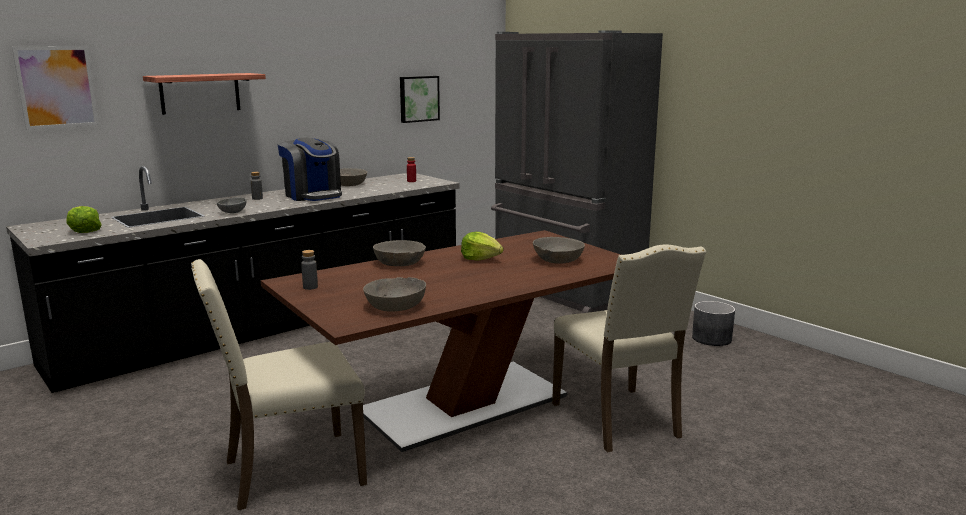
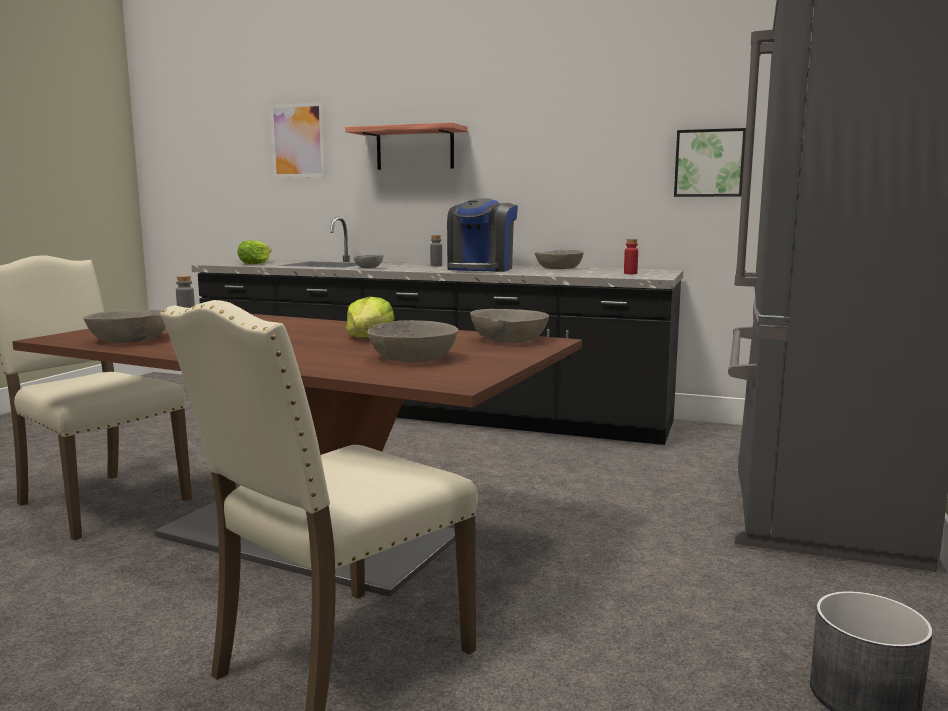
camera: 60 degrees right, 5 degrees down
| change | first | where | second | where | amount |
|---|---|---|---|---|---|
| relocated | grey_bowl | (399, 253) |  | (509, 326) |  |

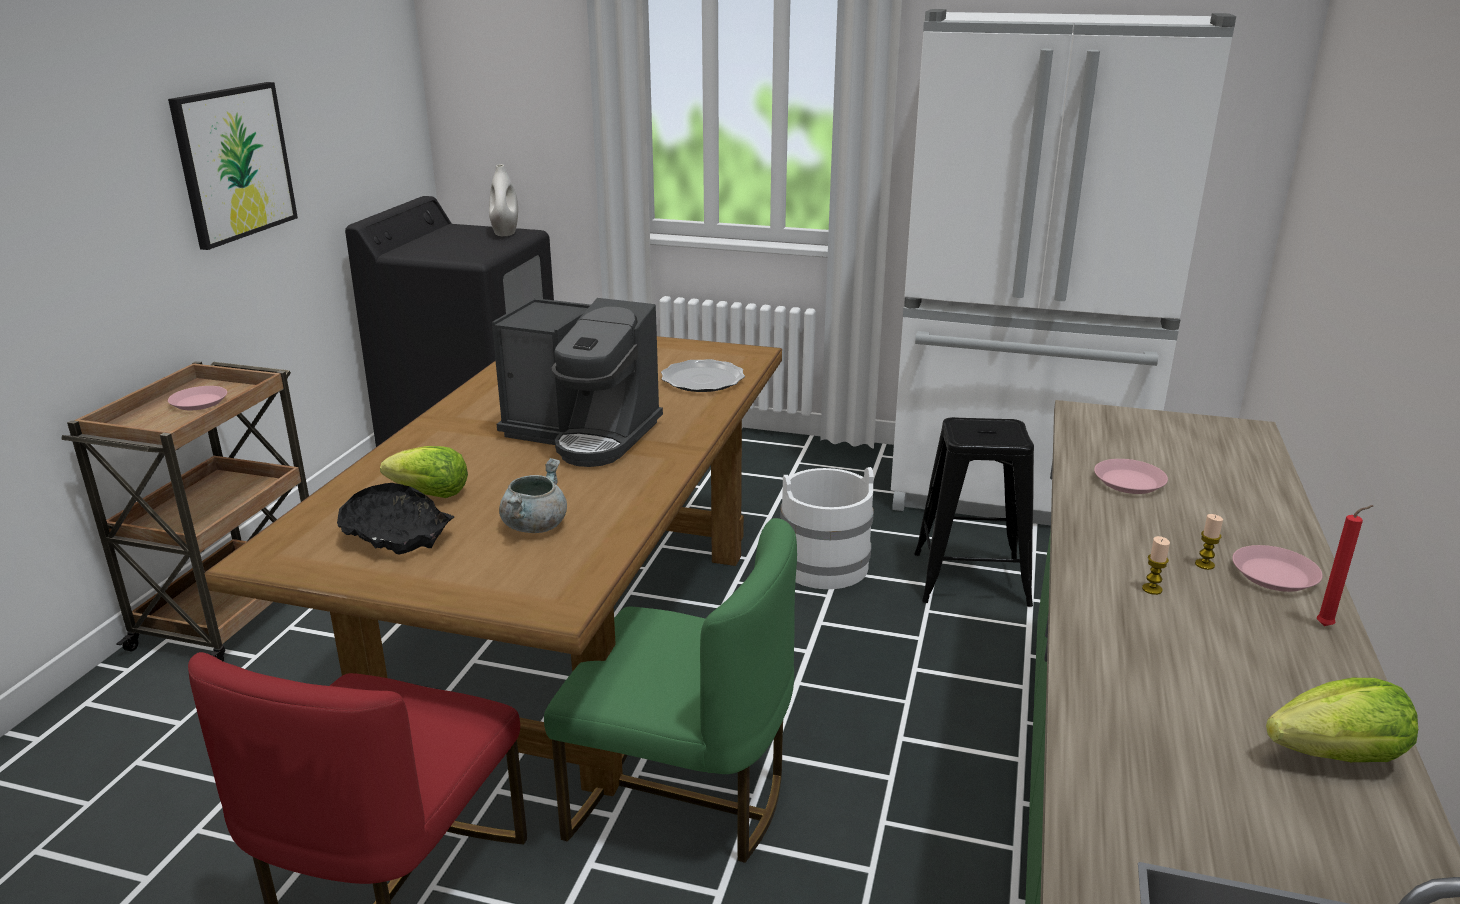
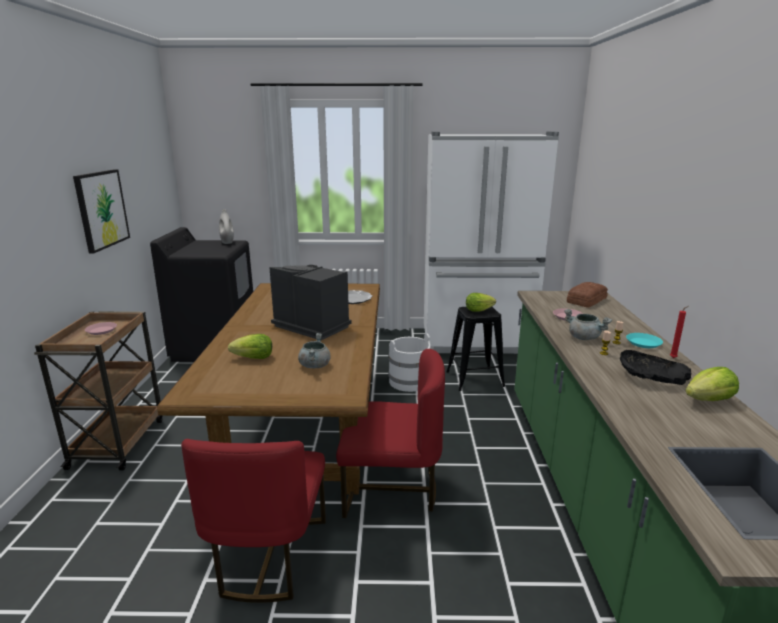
camera: 15 degrees left, 5 degrees down
| change | first | where | second | where | amount |
|---|---|---|---|---|---|
| spun | coffee_machine | (577, 382) |  | (311, 302) | 150 degrees counterclockwise |
| relocated | black_bowl | (395, 518) |  | (655, 367) |  |
| colour | green_chair | (670, 690) | red_chair | (390, 433) |  |
| colour | pink_plate | (1277, 568) | turquoise_plate | (644, 340) |  |
| appeared |  |  | bread | (587, 295) |  |
| appeared |  |  | lettuce | (481, 302) |  |
| appeared |  |  | grey_cooking_pot | (588, 324) |  |

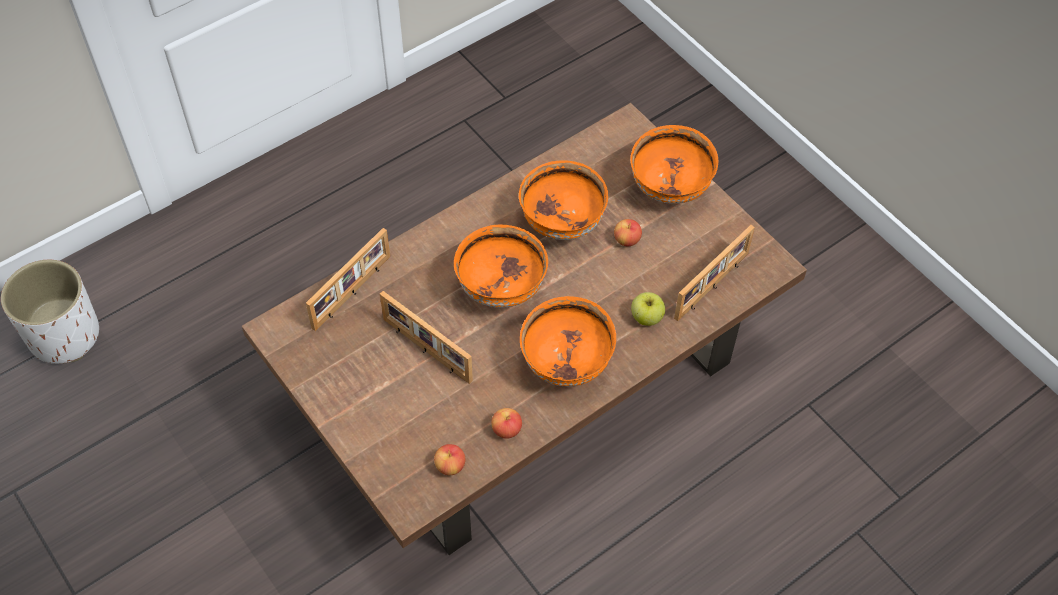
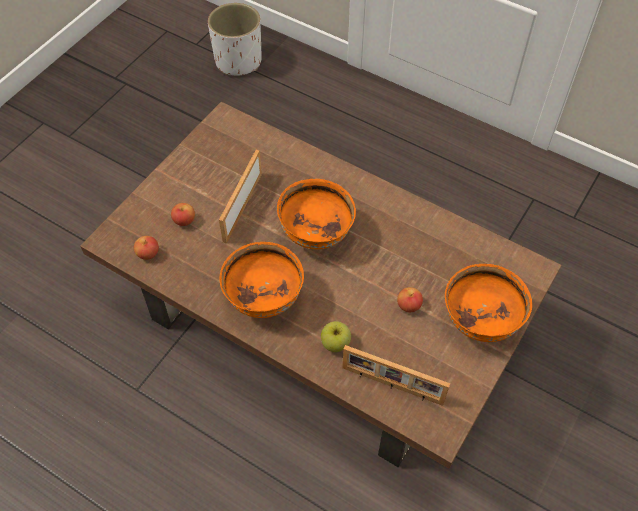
camera: 70 degrees right, 0 degrees up
| change | first | where | second | where | amount |
|---|---|---|---|---|---|
| missing | orange_bowl | (563, 200) |  |  |  |
| missing | picture_frame | (348, 279) |  |  |  |
| relocated | apple | (506, 423) |  | (183, 214) |  |

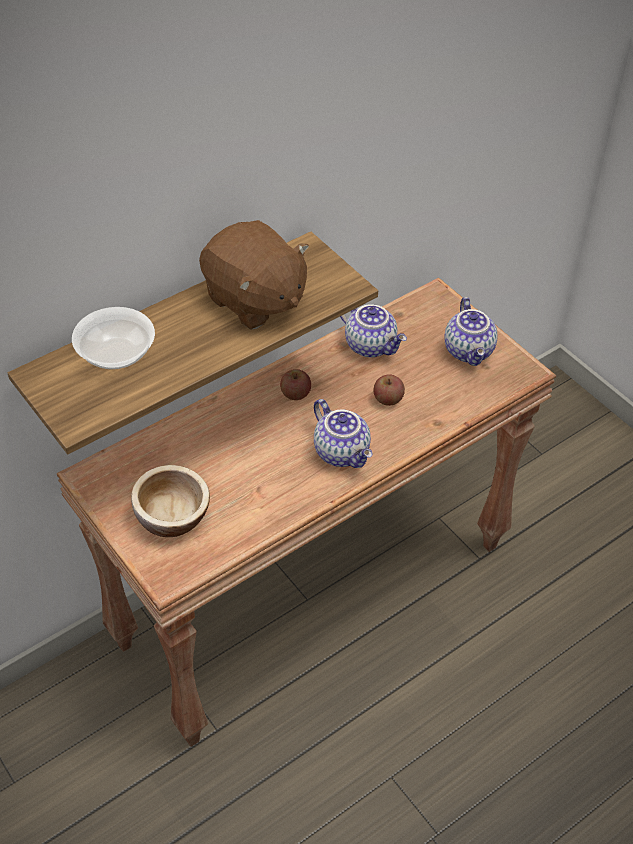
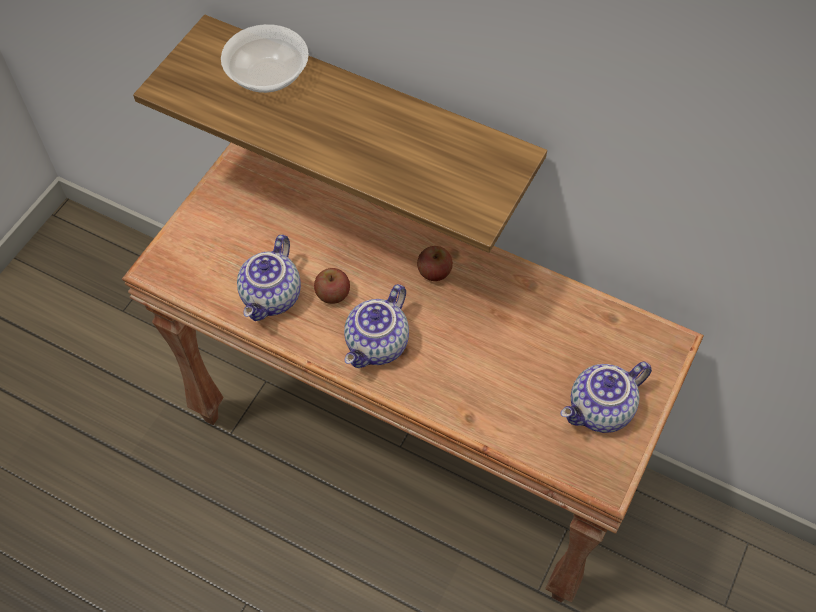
camera: 65 degrees right, 10 degrees up
| change | first | where | second | where | amount |
|---|---|---|---|---|---|
| missing | brown_plush_toy | (254, 275) |  |  |  |
| relocated | teapot | (373, 331) |  | (269, 278) |  |
| relocated | apple | (389, 390) |  | (332, 286) |  |
| missing | bowl | (170, 501) |  |  |  |

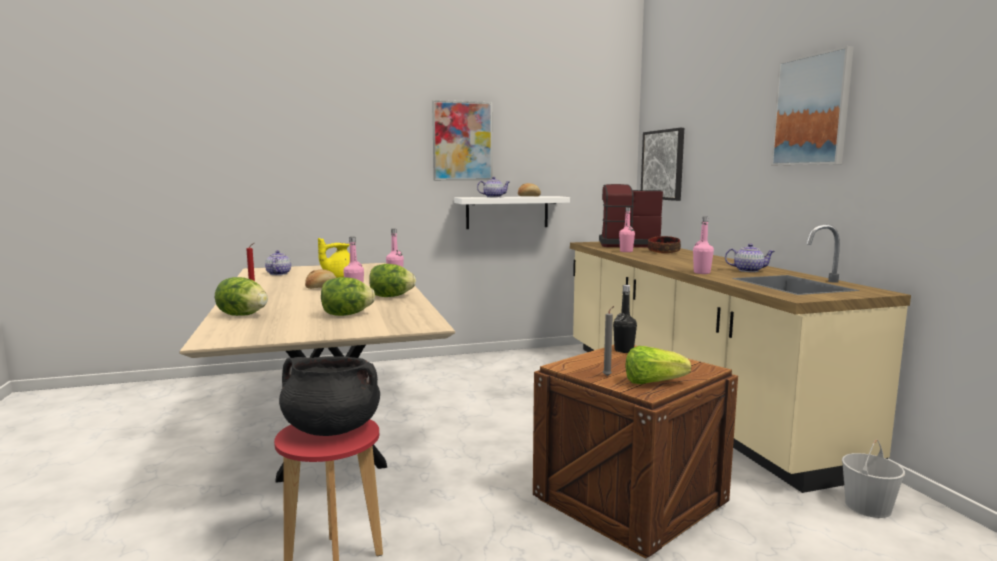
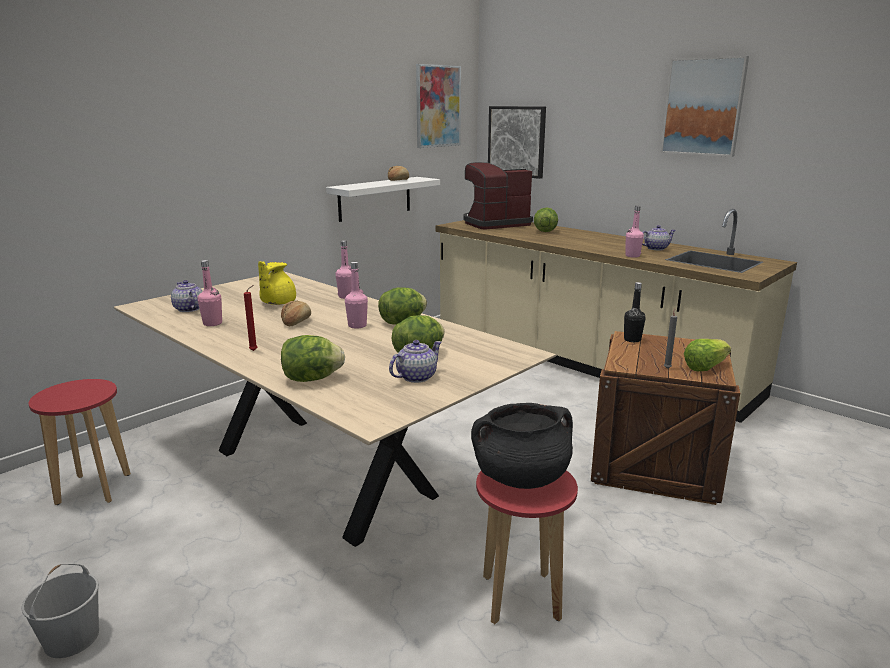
camera: 30 degrees left, 10 degrees up
| change | first | where | second | where | amount |
|---|---|---|---|---|---|
| relocated | picture | (462, 140) |  | (438, 106) |  |
| relocated | teapot | (493, 187) |  | (415, 361) |  |
| relocated | pink_bottle | (627, 229) |  | (209, 293) |  |
| exchanged | bowl | (664, 245) | lettuce | (546, 220) |  |
| relocated | white_bucket | (873, 478) |  | (60, 611) |  |
| appeared |  |  | red_stool | (80, 442) |  |

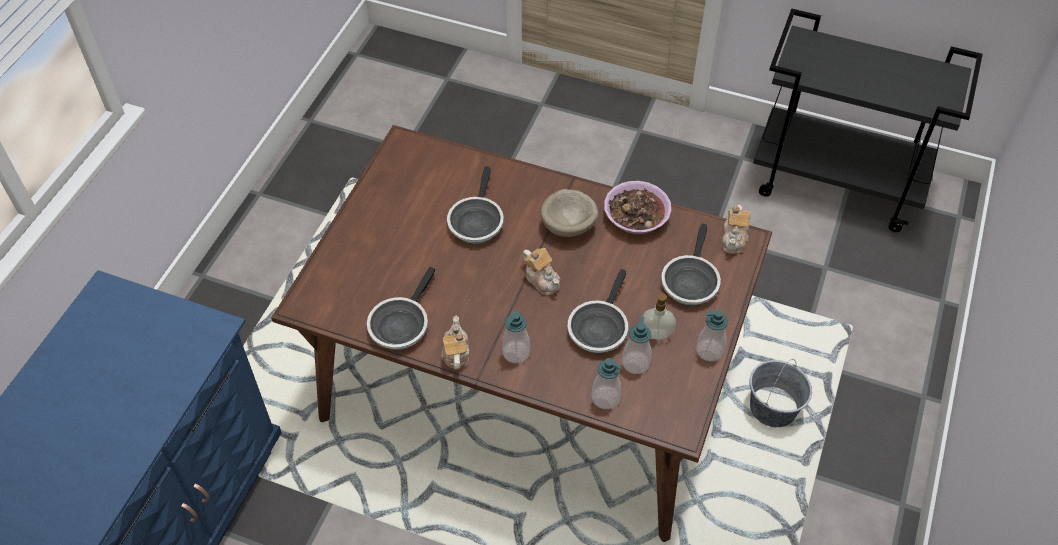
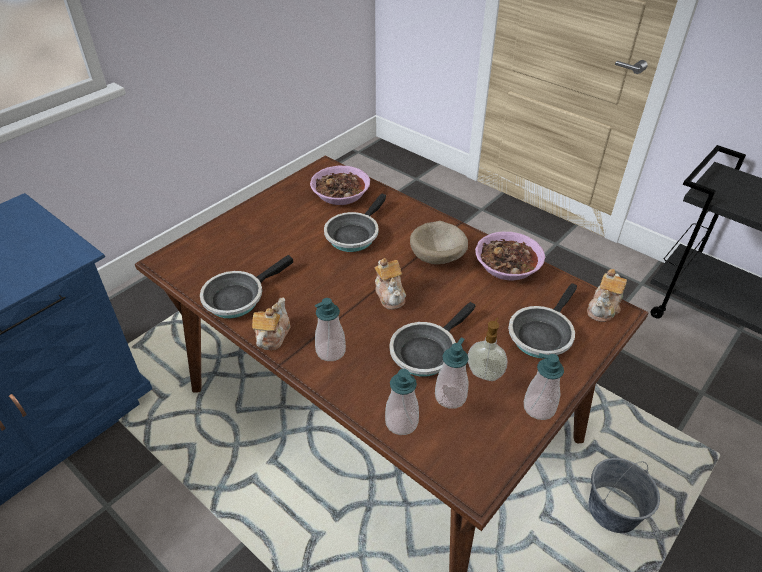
camera: 20 degrees right, 10 degrees down
| change | first | where | second | where | amount |
|---|---|---|---|---|---|
| appeared |  |  | bowl | (340, 185) |  |

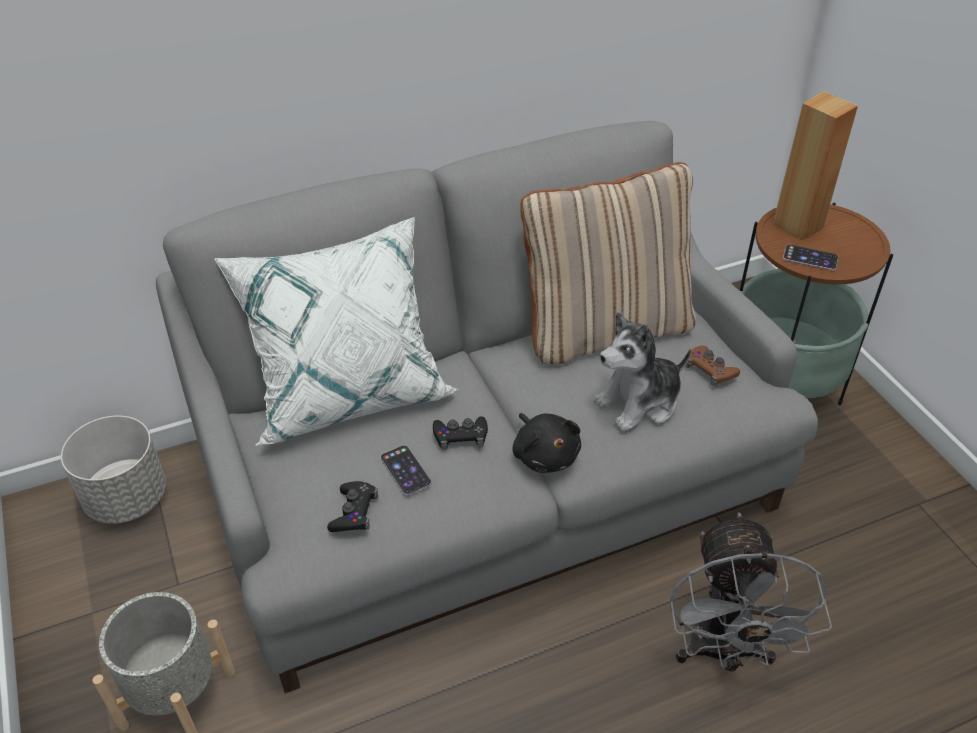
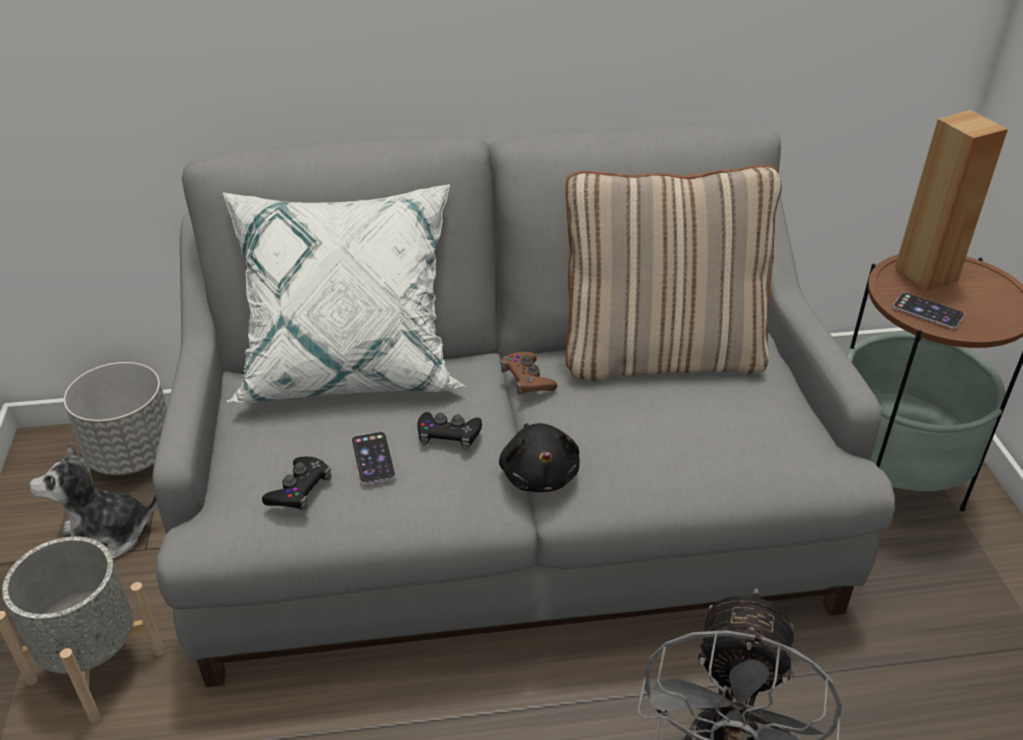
camera: 15 degrees right, 5 degrees down
| change | first | where | second | where | amount |
|---|---|---|---|---|---|
| relocated | plush_toy | (642, 372) |  | (93, 500) |  |
| relocated | brown_game_controller | (712, 366) |  | (529, 373) |  |

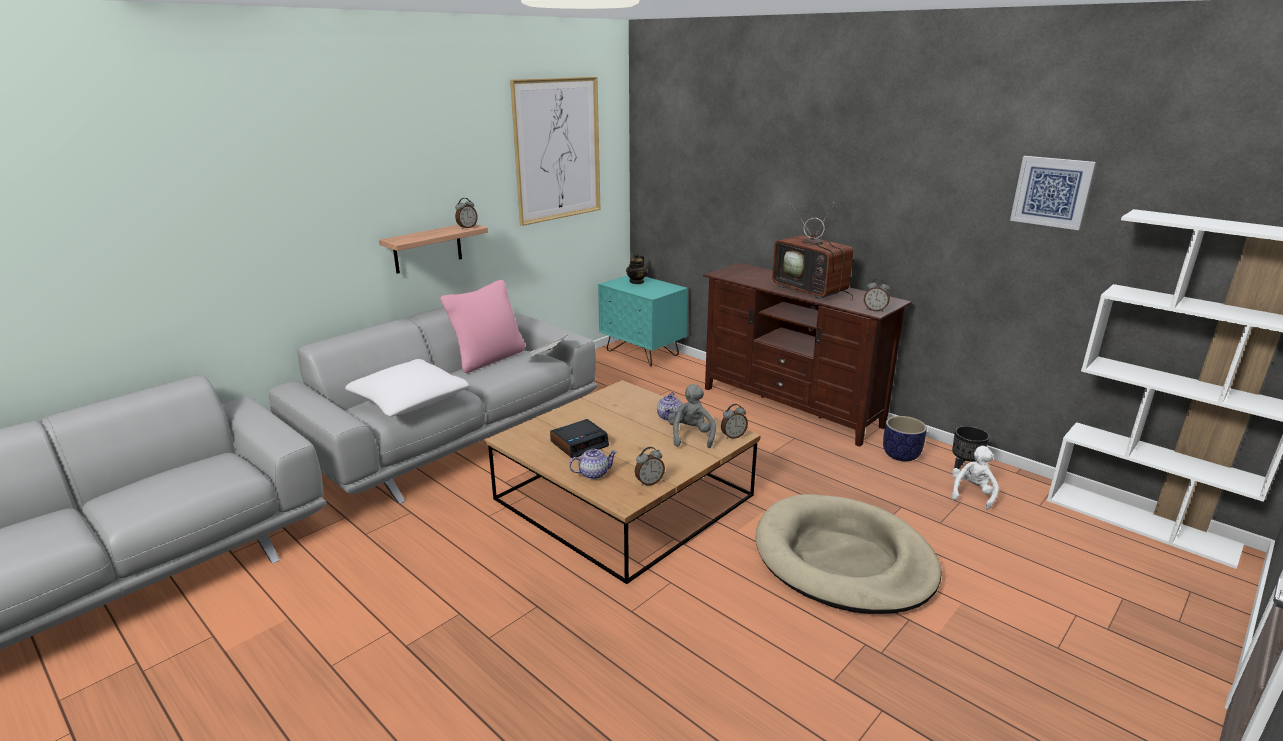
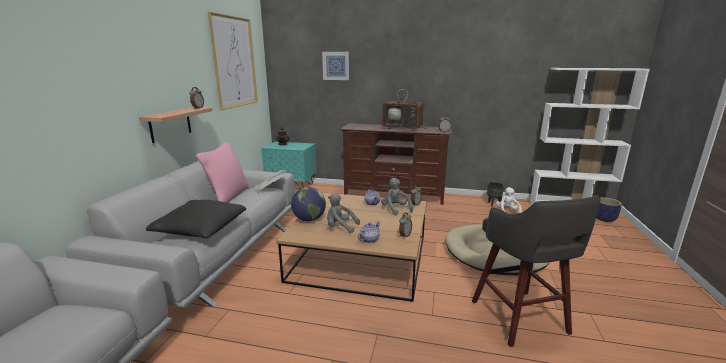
camera: 30 degrees left, 5 degrees down
| change | first | where | second | where | amount |
|---|---|---|---|---|---|
| relocated | picture | (1053, 193) |  | (335, 66) |  |
| colour | white_pillow | (407, 388) | black_pillow | (196, 219) |  |
| relocated | planter | (905, 438) |  | (609, 209) |  |
| exchanged | alarm_clock | (579, 438) | grey_plush_toy | (343, 213) |  |
| appeared |  |  | globe | (308, 204) |  |
| appeared |  |  | grey_stool | (536, 271) |  |

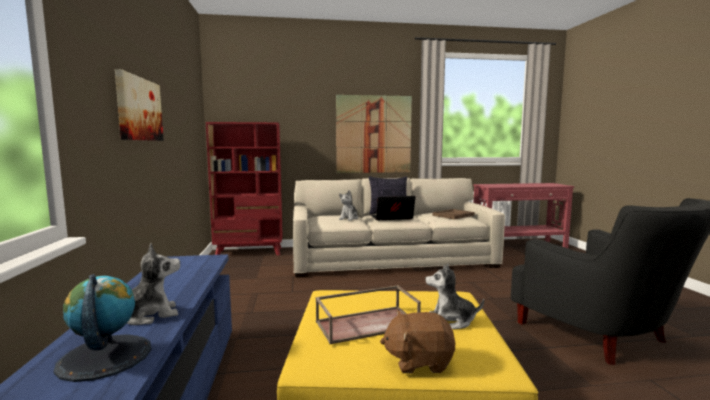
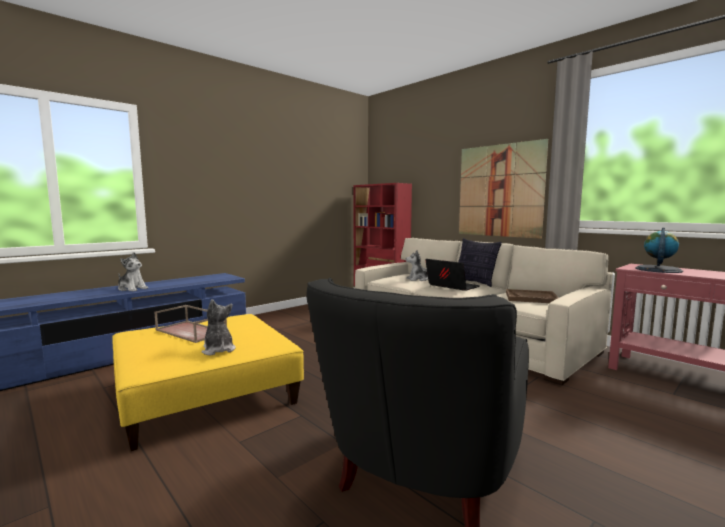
camera: 55 degrees right, 0 degrees up
| change | first | where | second | where | amount |
|---|---|---|---|---|---|
| missing | picture | (139, 105) |  |  |  |
| relocated | globe | (102, 328) |  | (659, 250) |  |
| missing | brown_plush_toy | (417, 342) |  |  |  |

